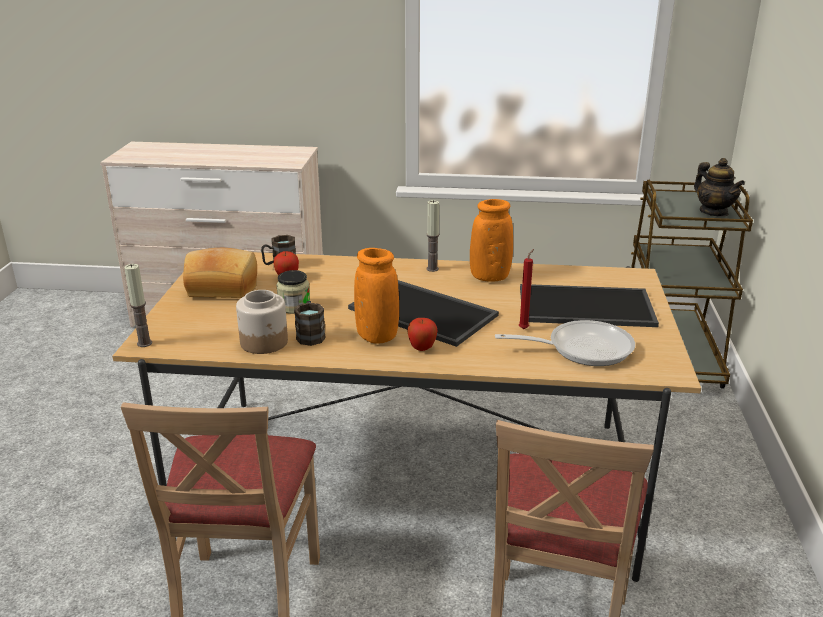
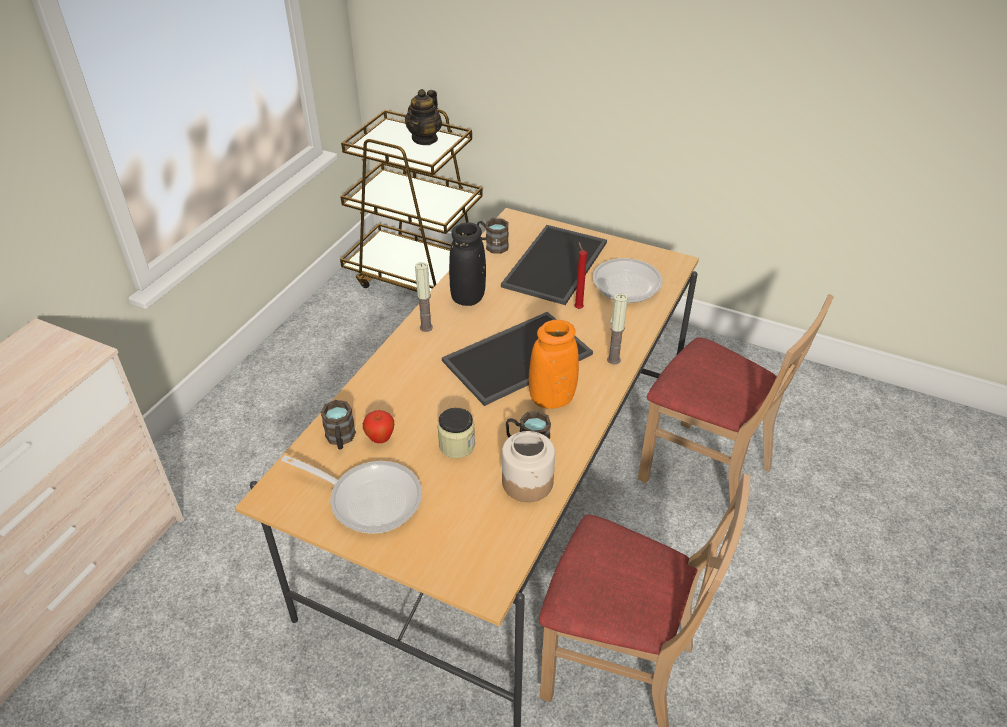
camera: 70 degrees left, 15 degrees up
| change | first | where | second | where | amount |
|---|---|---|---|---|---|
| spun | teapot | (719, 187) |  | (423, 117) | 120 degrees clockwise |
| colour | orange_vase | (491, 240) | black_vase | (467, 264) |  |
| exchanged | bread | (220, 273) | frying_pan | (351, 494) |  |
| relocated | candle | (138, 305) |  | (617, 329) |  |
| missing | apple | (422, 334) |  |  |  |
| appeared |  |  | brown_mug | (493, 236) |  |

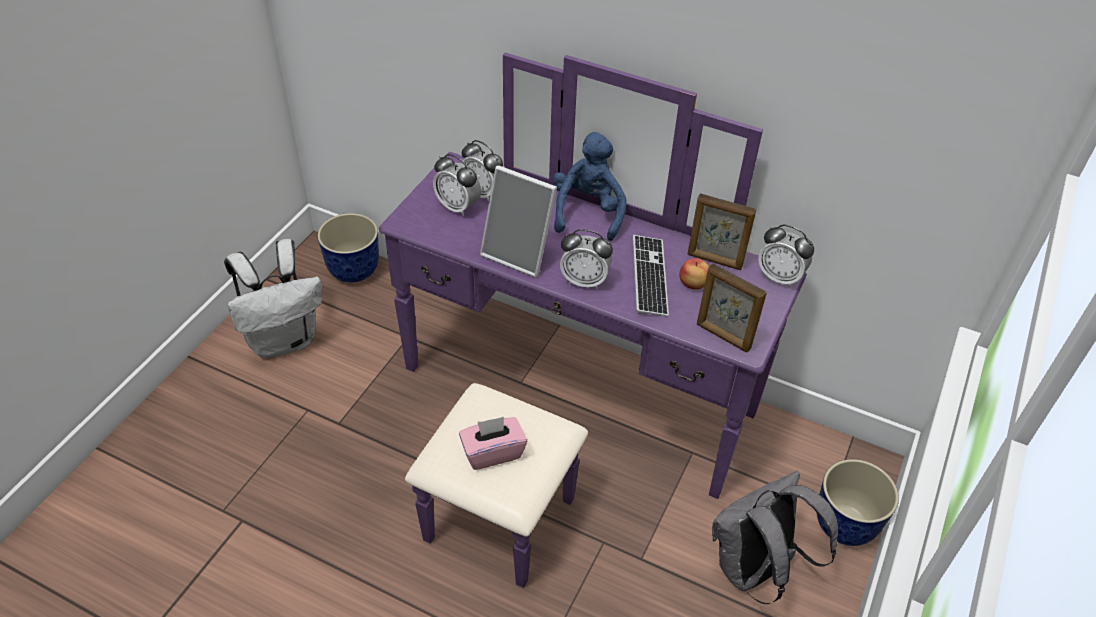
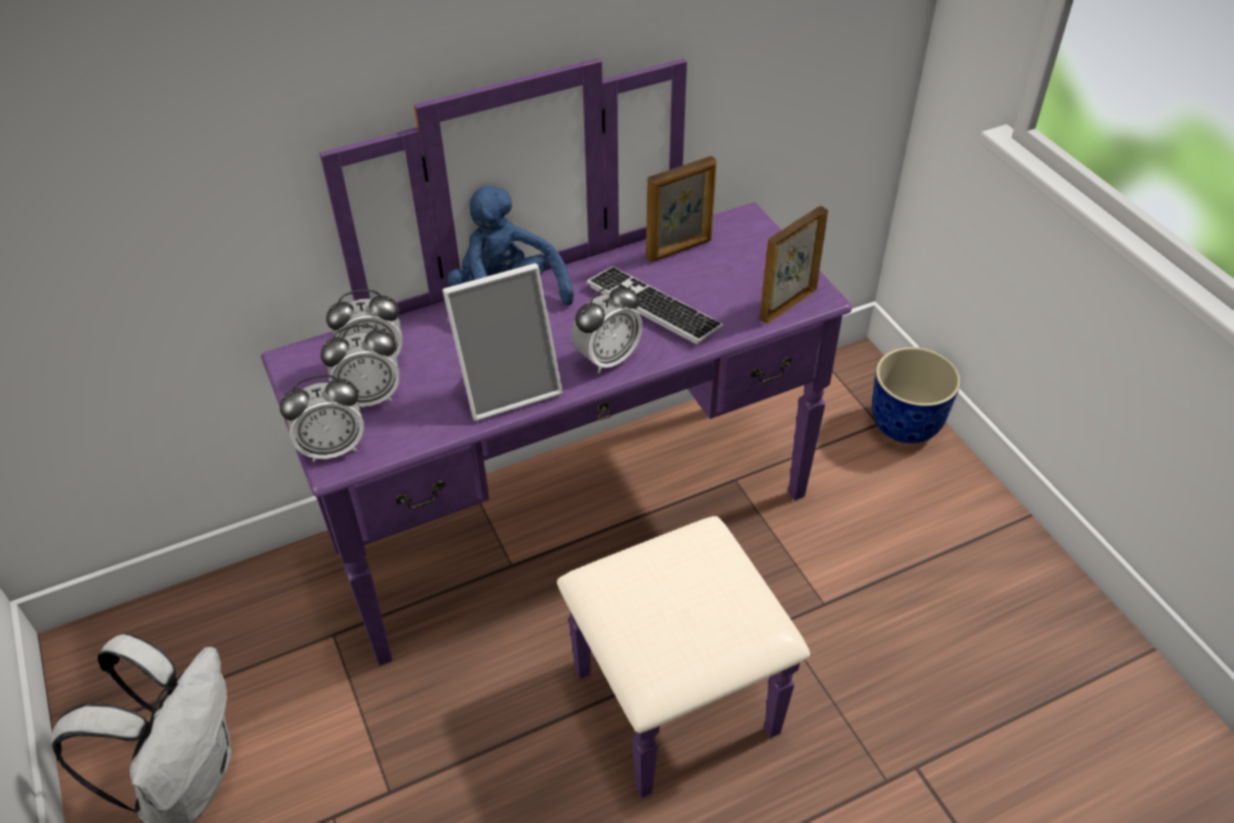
camera: 50 degrees left, 0 degrees up
| change | first | where | second | where | amount |
|---|---|---|---|---|---|
| missing | planter | (348, 248) |  |  |  |
| relocated | alarm_clock | (786, 256) |  | (322, 418) |  |
| missing | apple | (694, 273) |  |  |  |
| spun | picture_frame | (732, 308) |  | (794, 265) | 150 degrees clockwise |
| missing | pink_tissue_box | (493, 443) |  |  |  |
| missing | grey_backpack | (775, 537) |  |  |  |

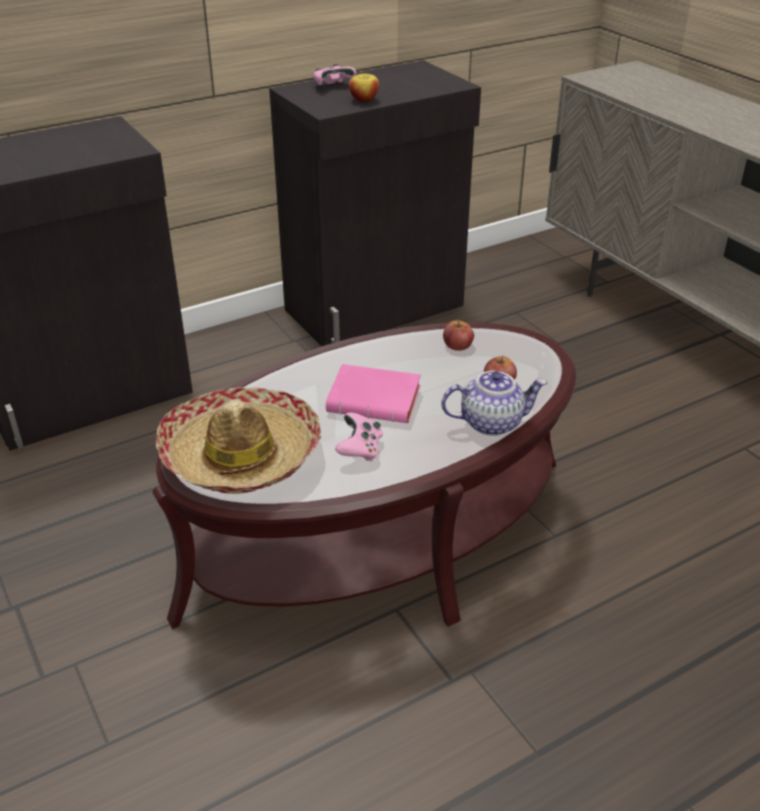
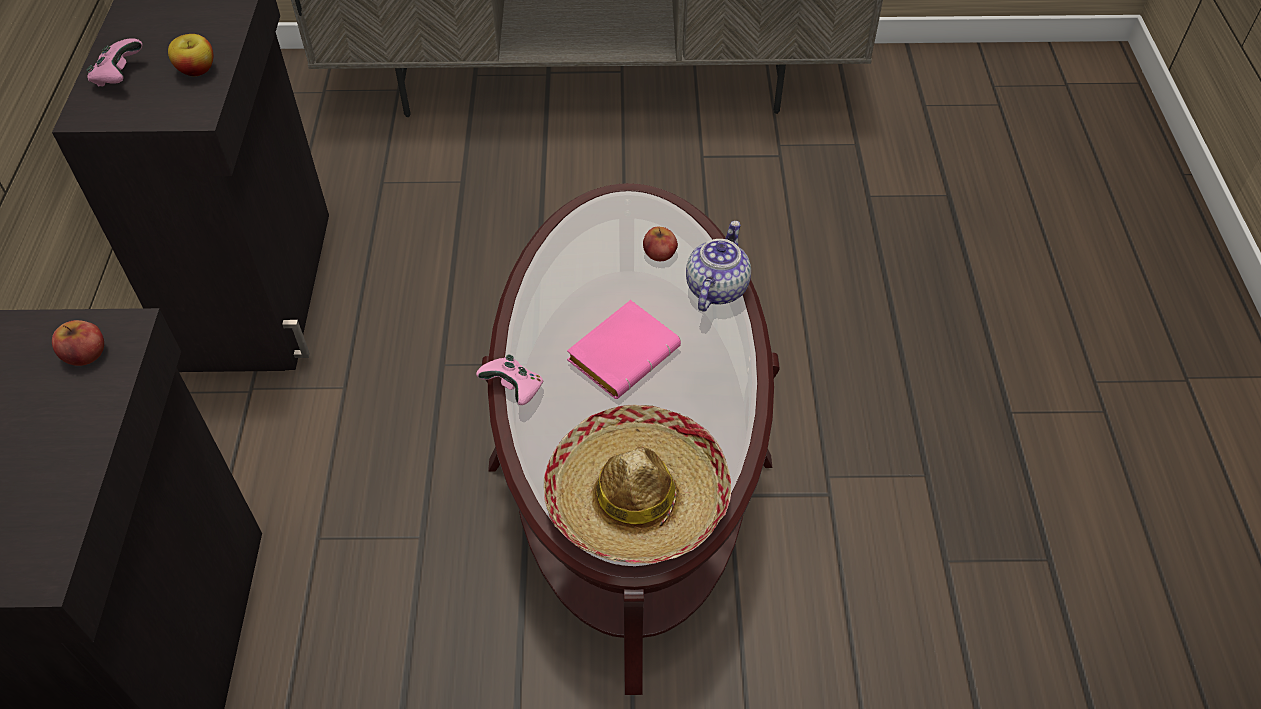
camera: 60 degrees left, 15 degrees up
| change | first | where | second | where | amount |
|---|---|---|---|---|---|
| relocated | apple | (458, 335) |  | (78, 343) |  |
| relocated | pink_game_controller | (359, 437) |  | (509, 380) |  |

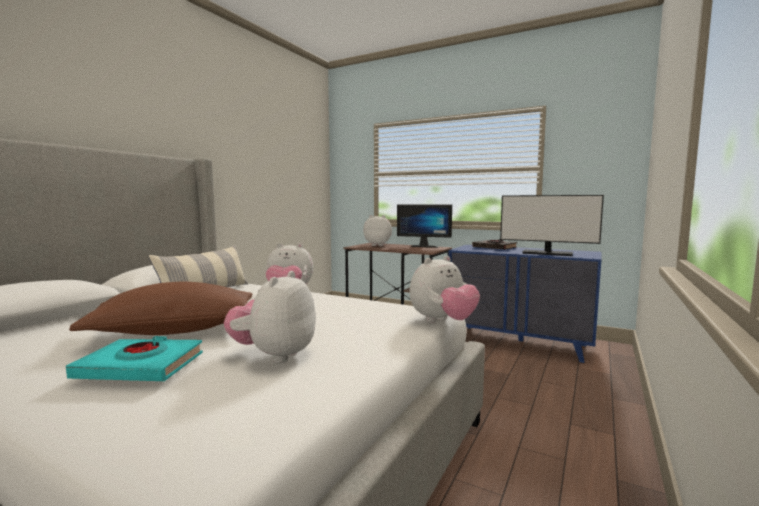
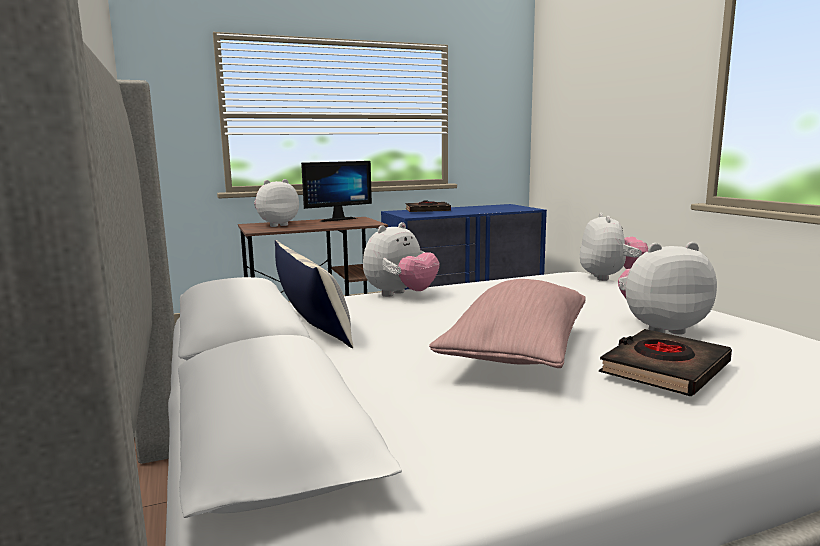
camera: 50 degrees left, 5 degrees up
| change | first | where | second | where | amount |
|---|---|---|---|---|---|
| missing | monitor | (552, 225) |  |  |  |
| spun | plush_toy | (270, 317) |  | (667, 288) | 120 degrees clockwise |
| colour | brown_pillow | (161, 308) | pink_pillow | (507, 323) |  |
| colour | turquoise_book | (134, 358) | black_book | (665, 362) |  |

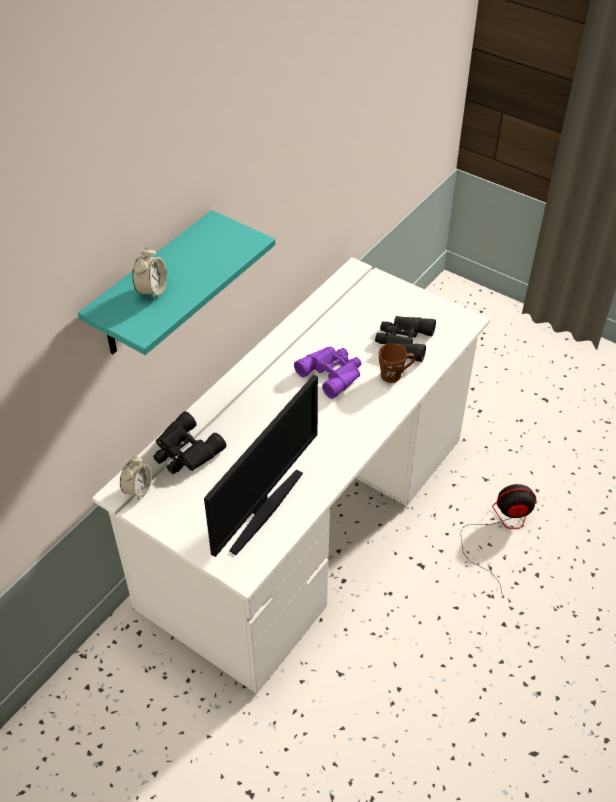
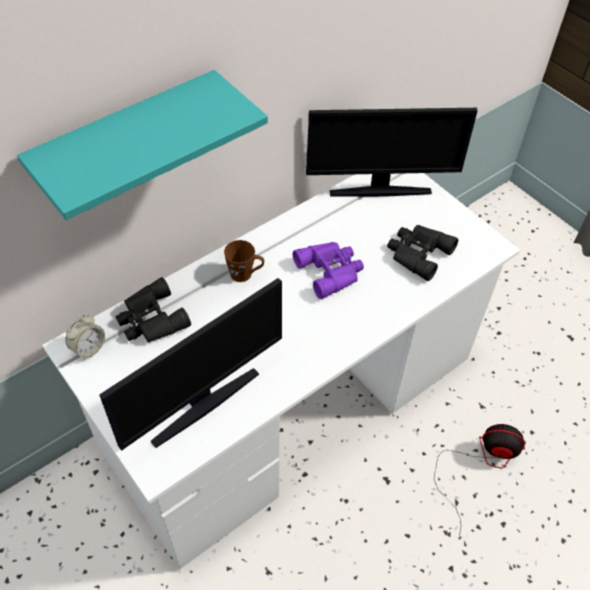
camera: 15 degrees right, 5 degrees up
| change | first | where | second | where | amount |
|---|---|---|---|---|---|
| missing | alarm_clock | (149, 273) |  |  |  |
| relocated | brown_mug | (397, 363) |  | (244, 261) |  |
| appeared |  |  | monitor | (392, 152) |  |

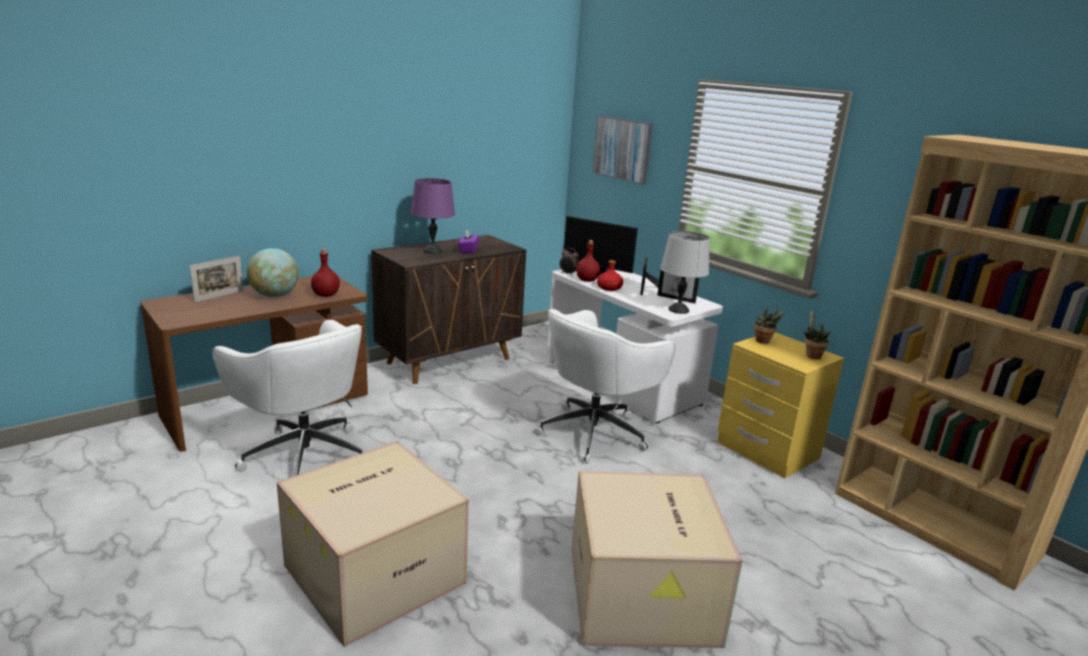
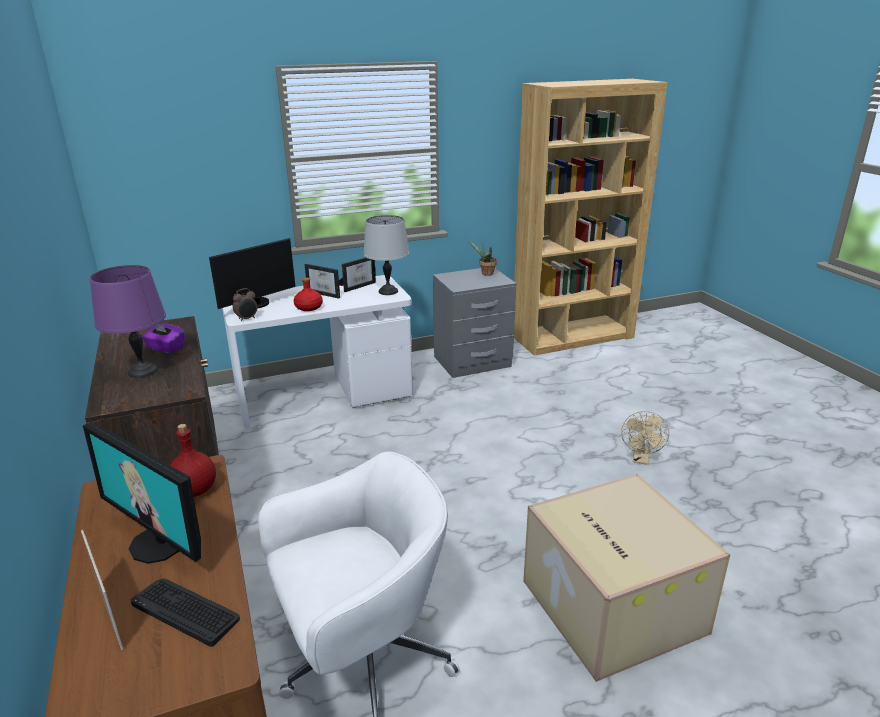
camera: 70 degrees left, 5 degrees up
| change | first | where | second | where | amount |
|---|---|---|---|---|---|
| missing | picture | (623, 150) |  |  |  |
| missing | red_bottle | (588, 261) |  |  |  |
| exchanged | globe | (273, 272) | monitor | (142, 493) |  |
| missing | potted_plant | (769, 324) |  |  |  |
| missing | white_office_chair | (605, 386) |  |  |  |
| colour | yellow_nightstand | (780, 405) | grey_nightstand | (474, 323) |  |
| exchanged | cardboard_box | (657, 559) | beige_fan | (645, 438) |  |
| appeared |  |  | keyboard | (185, 613) |  |

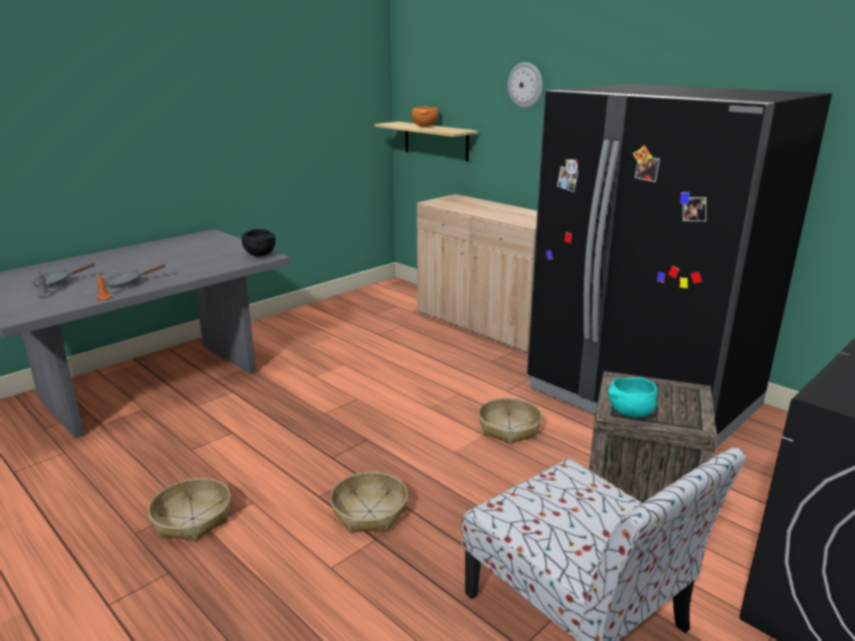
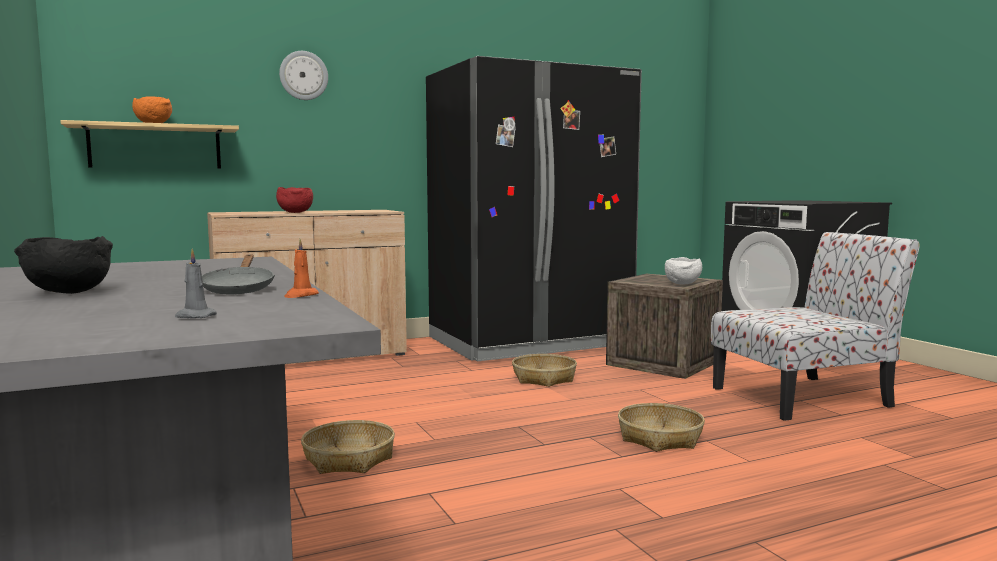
camera: 70 degrees left, 15 degrees down
| change | first | where | second | where | amount |
|---|---|---|---|---|---|
| relocated | black_bowl | (259, 242) |  | (63, 265) |  |
| missing | grey_frying_pan | (63, 275) |  |  |  |
| colour | turquoise_bowl | (632, 397) | white_bowl | (683, 270) |  |
| relocated | basket | (189, 510) |  | (348, 447) |  |
| appeared |  |  | red_bowl | (294, 200) |  |

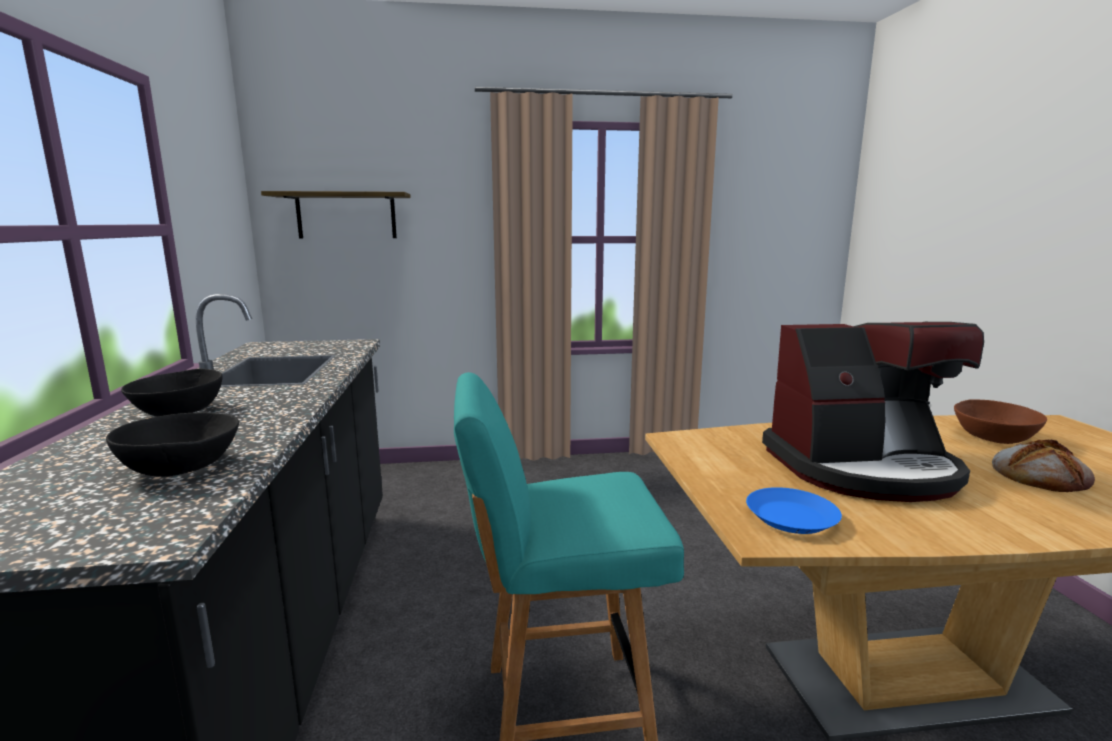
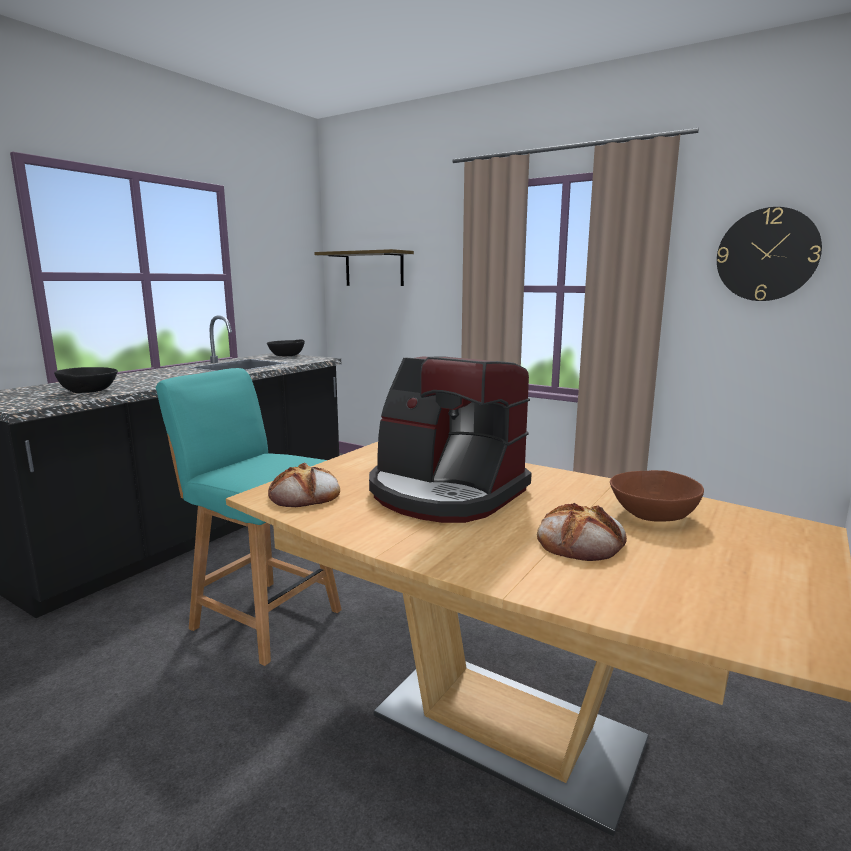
camera: 40 degrees right, 0 degrees up
| change | first | where | second | where | amount |
|---|---|---|---|---|---|
| relocated | black_bowl | (171, 393) |  | (286, 347) |  |
| exchanged | blue_plate | (794, 510) | bread | (304, 485) |  |
| appeared |  |  | wall_clock | (769, 254) |  |

